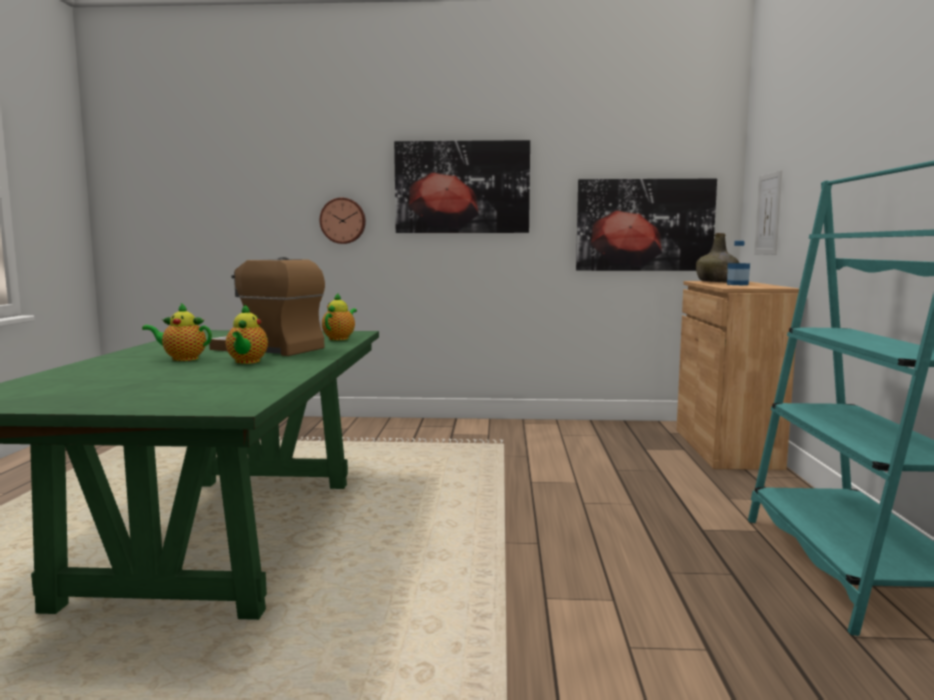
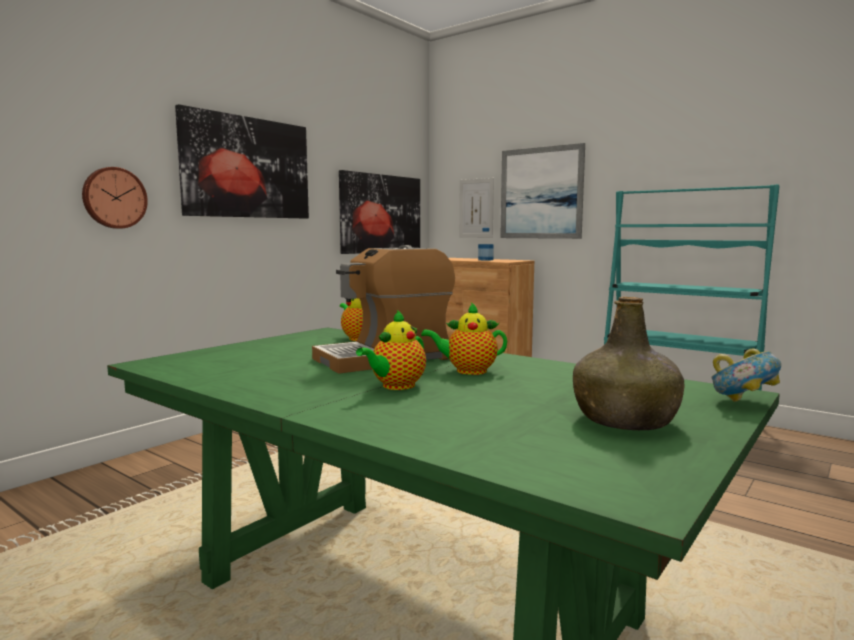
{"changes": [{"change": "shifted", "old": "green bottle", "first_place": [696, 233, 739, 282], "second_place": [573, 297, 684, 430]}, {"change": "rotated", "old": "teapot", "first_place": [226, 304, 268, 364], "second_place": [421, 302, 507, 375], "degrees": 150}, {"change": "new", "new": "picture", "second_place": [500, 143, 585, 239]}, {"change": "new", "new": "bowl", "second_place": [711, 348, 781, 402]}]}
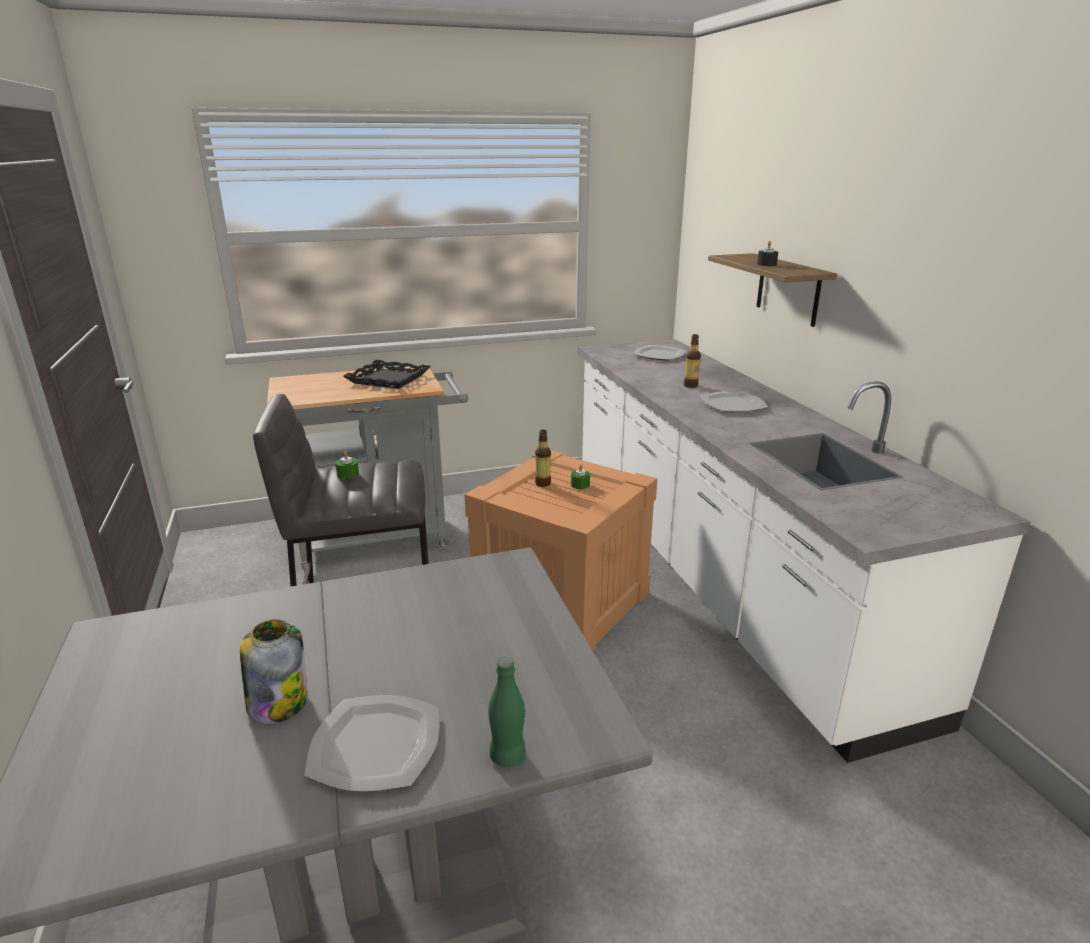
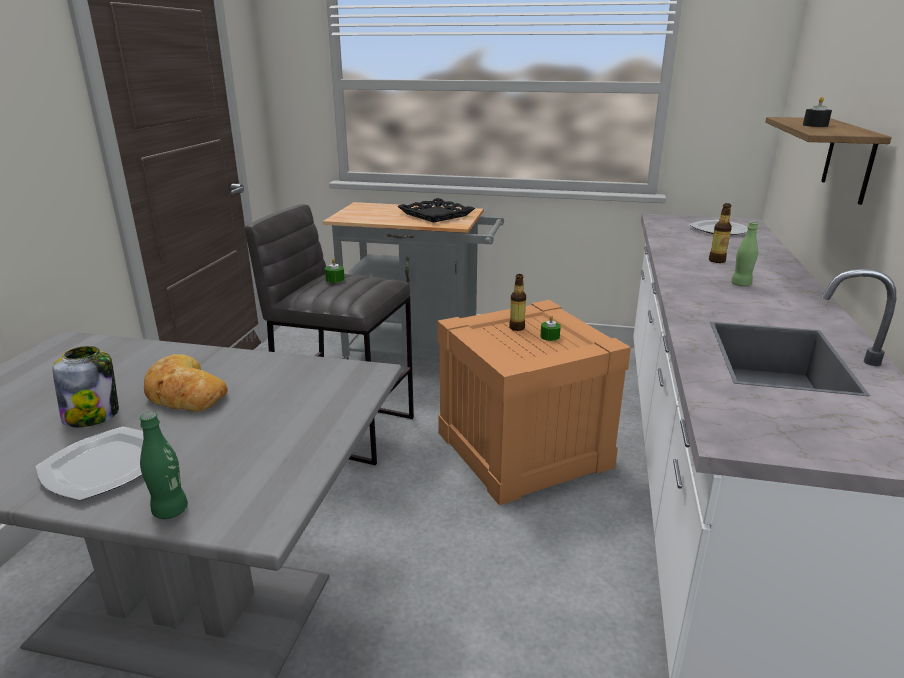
{"changes": [{"change": "swapped", "old": "plate", "new": "green bottle", "first_place": [700, 391, 768, 412], "second_place": [731, 221, 759, 287]}, {"change": "new", "new": "bread", "second_place": [144, 354, 228, 412]}]}
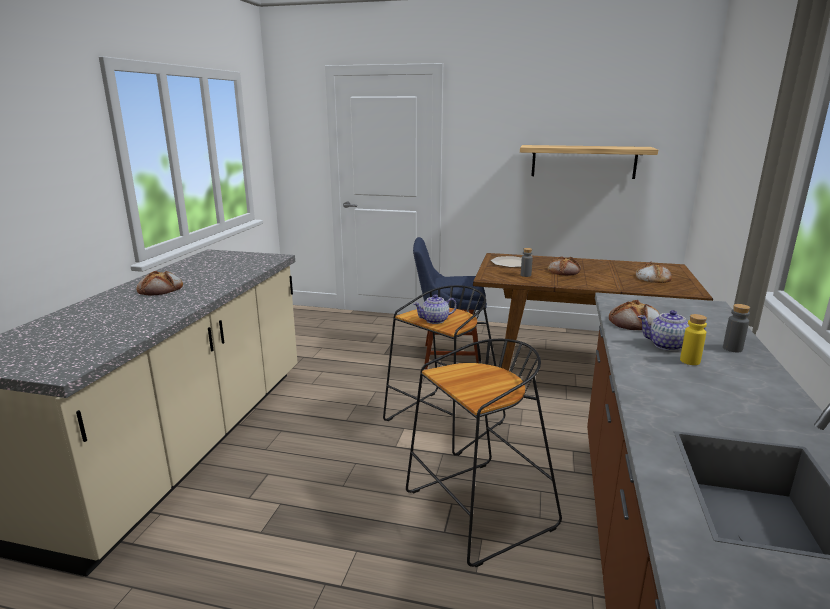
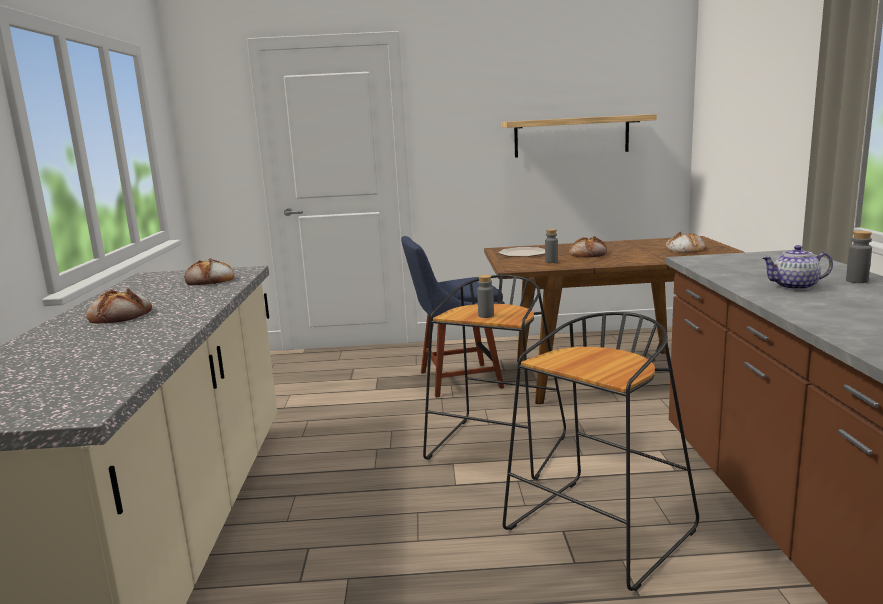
{"changes": [{"change": "swapped", "old": "teapot", "new": "grey bottle", "first_place": [414, 294, 457, 324], "second_place": [477, 275, 494, 318]}, {"change": "shifted", "old": "bread", "first_place": [609, 300, 660, 330], "second_place": [184, 258, 235, 285]}, {"change": "gone", "old": "yellow bottle", "first_place": [680, 314, 707, 365]}]}
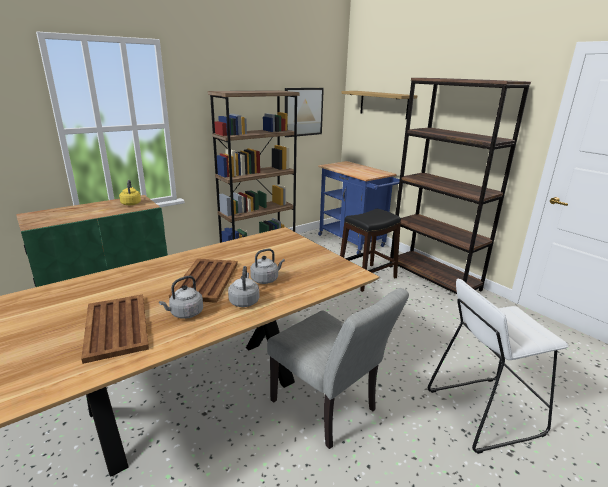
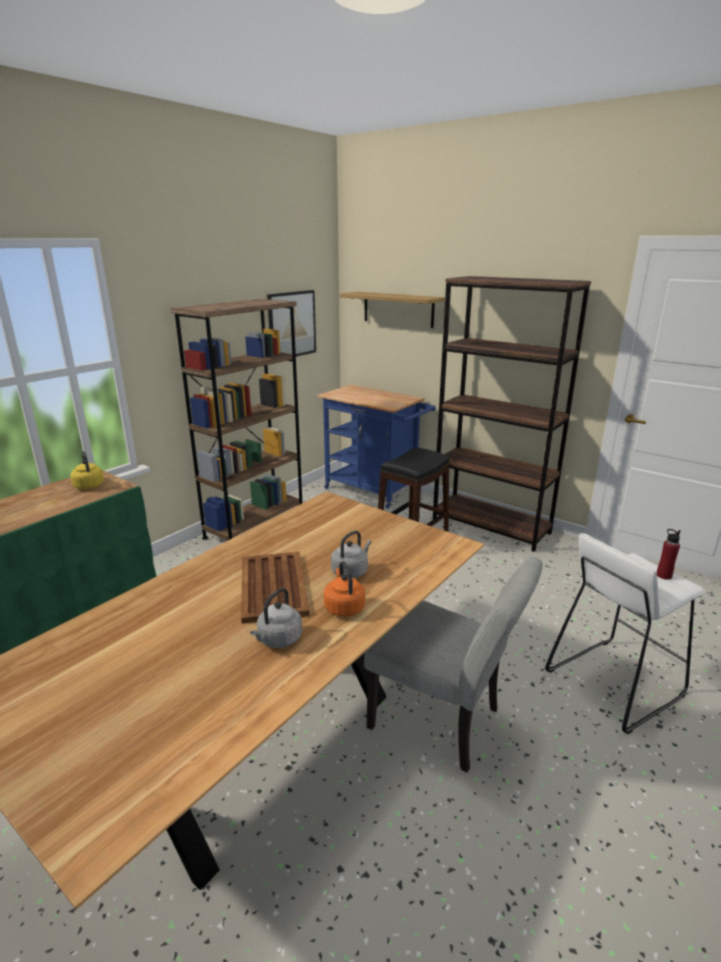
{"changes": [{"change": "repainted", "old": "grey kettle", "new": "orange kettle", "first_place": [228, 266, 259, 307], "second_place": [324, 561, 365, 617]}, {"change": "gone", "old": "brown tray", "first_place": [81, 295, 149, 364]}, {"change": "new", "new": "red bottle", "second_place": [656, 529, 681, 580]}]}
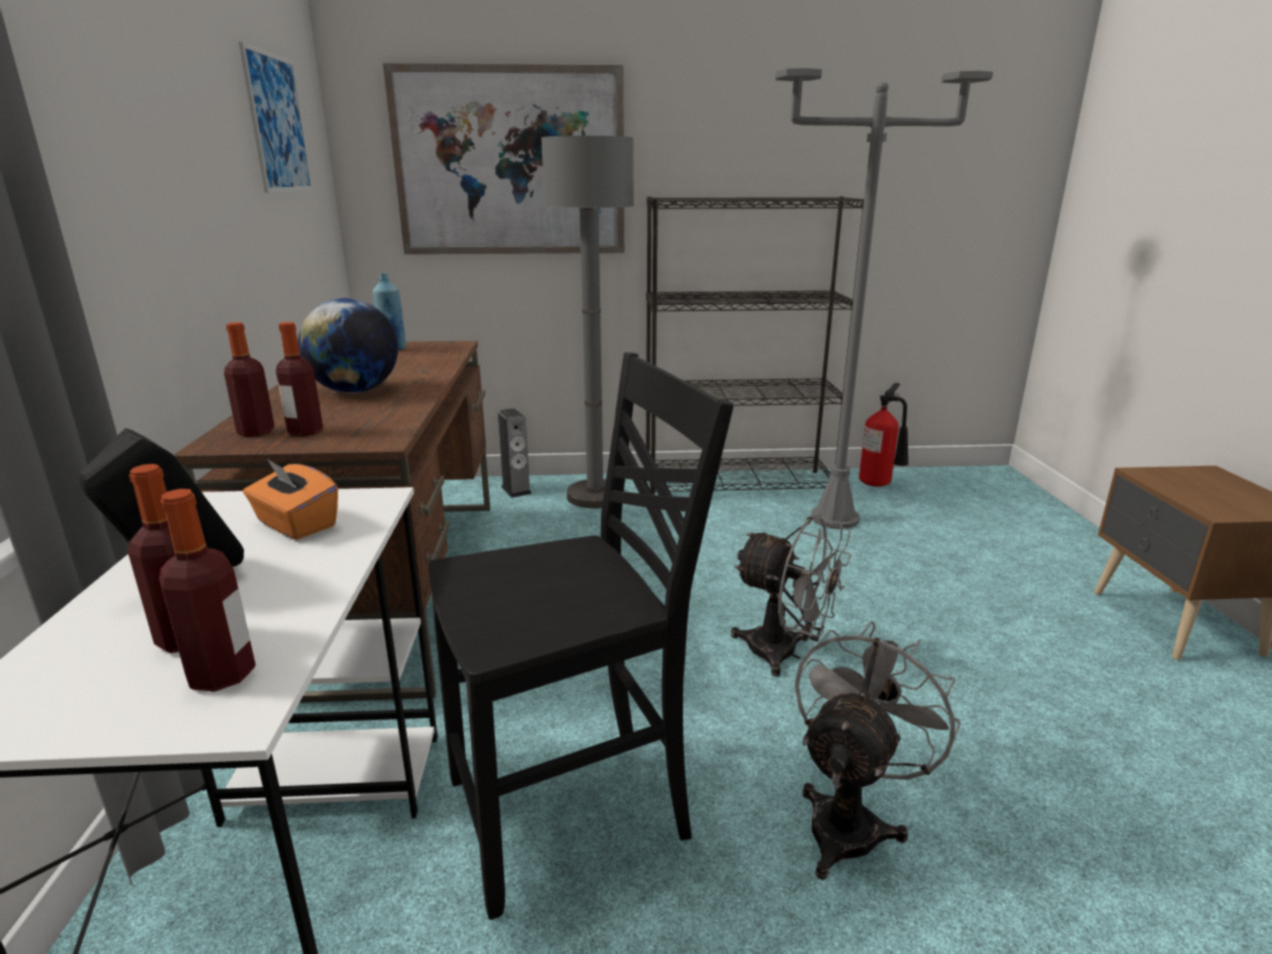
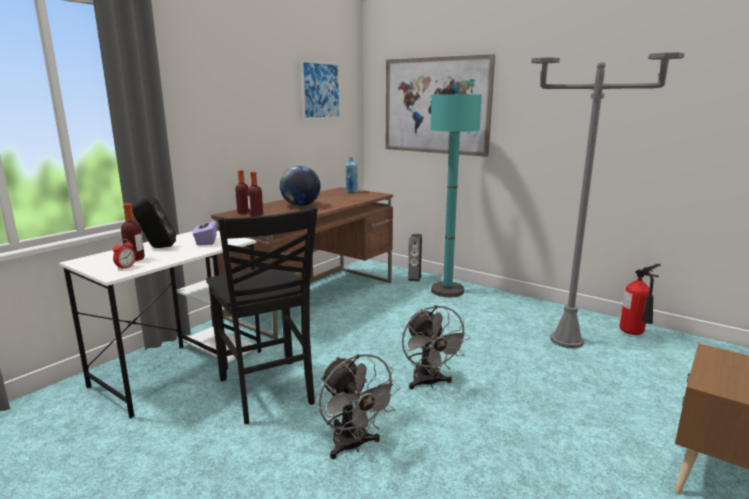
{"changes": [{"change": "repainted", "old": "grey floor lamp", "new": "turquoise floor lamp", "first_place": [541, 136, 634, 508], "second_place": [430, 94, 482, 297]}, {"change": "gone", "old": "black bookcase", "first_place": [646, 196, 864, 495]}, {"change": "rotated", "old": "black chair", "first_place": [429, 352, 733, 920], "second_place": [206, 207, 317, 424], "degrees": 45}, {"change": "repainted", "old": "orange tissue box", "new": "purple tissue box", "first_place": [243, 458, 338, 540], "second_place": [193, 216, 217, 245]}, {"change": "swapped", "old": "bottle", "new": "alarm clock", "first_place": [159, 489, 256, 692], "second_place": [113, 239, 136, 270]}, {"change": "rotated", "old": "grey fan", "first_place": [795, 621, 961, 880], "second_place": [319, 354, 401, 459], "degrees": 75}]}
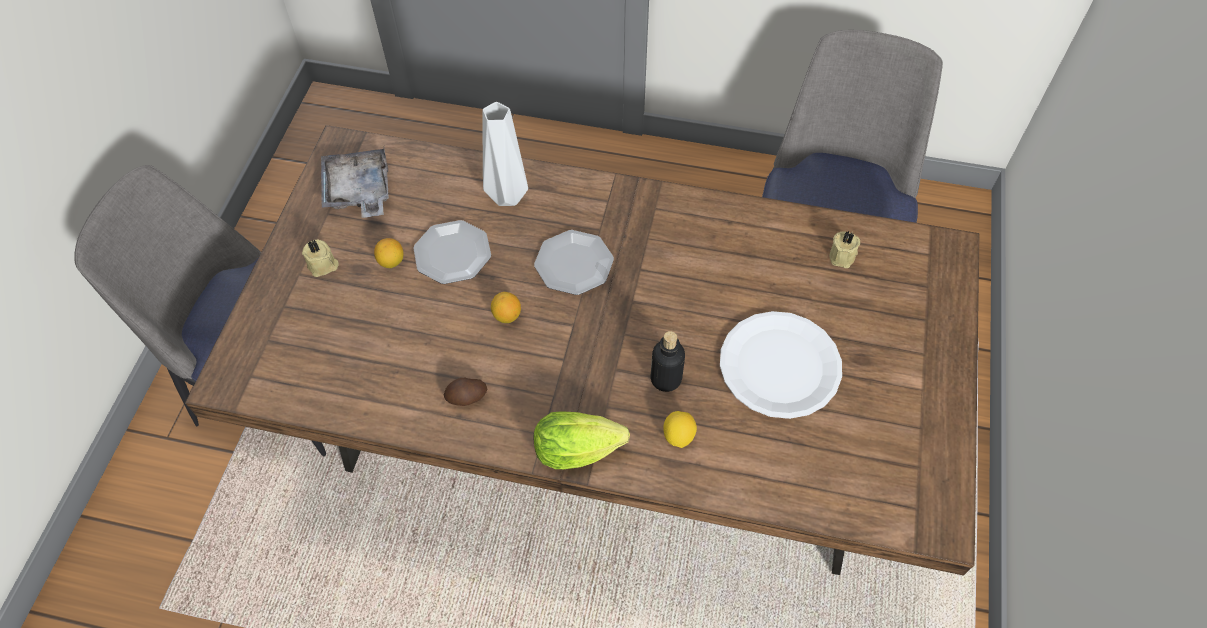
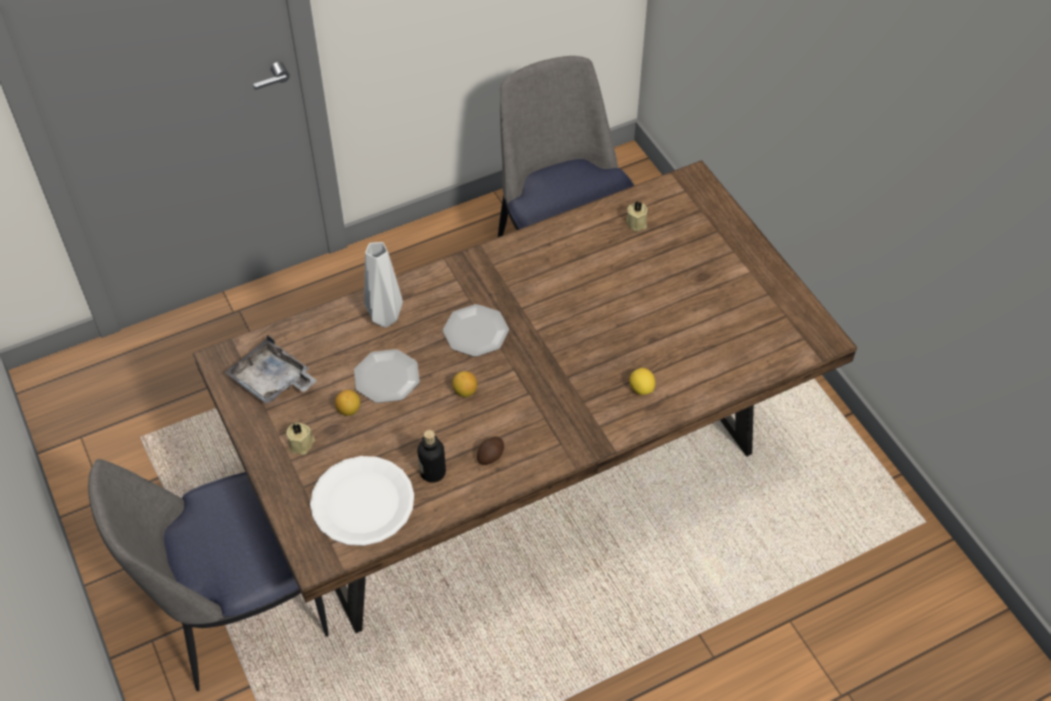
{"changes": [{"change": "shifted", "old": "white plate", "first_place": [720, 311, 842, 419], "second_place": [310, 456, 414, 546]}, {"change": "shifted", "old": "bottle", "first_place": [650, 331, 685, 392], "second_place": [417, 430, 446, 482]}, {"change": "gone", "old": "lettuce", "first_place": [534, 411, 630, 469]}]}
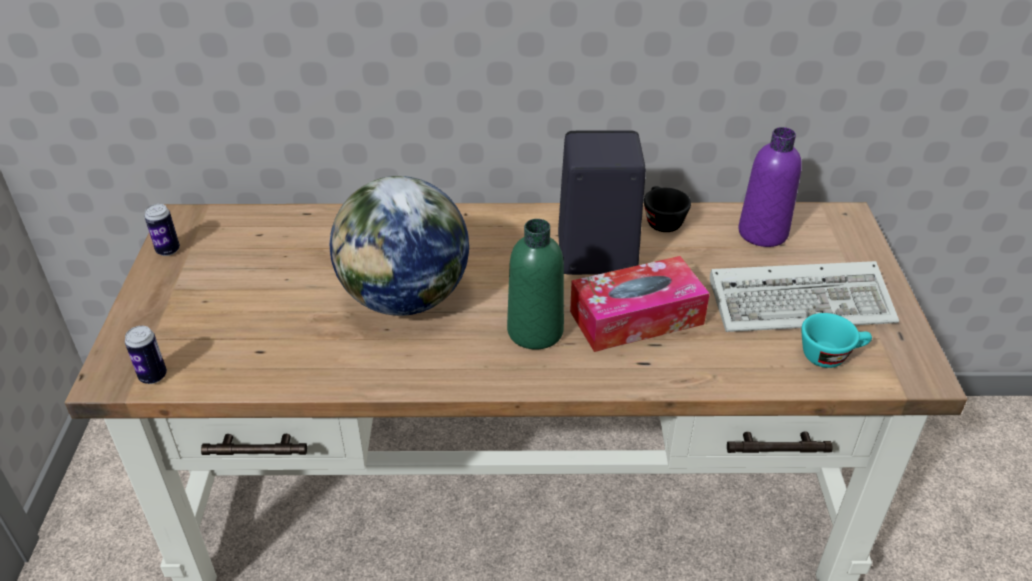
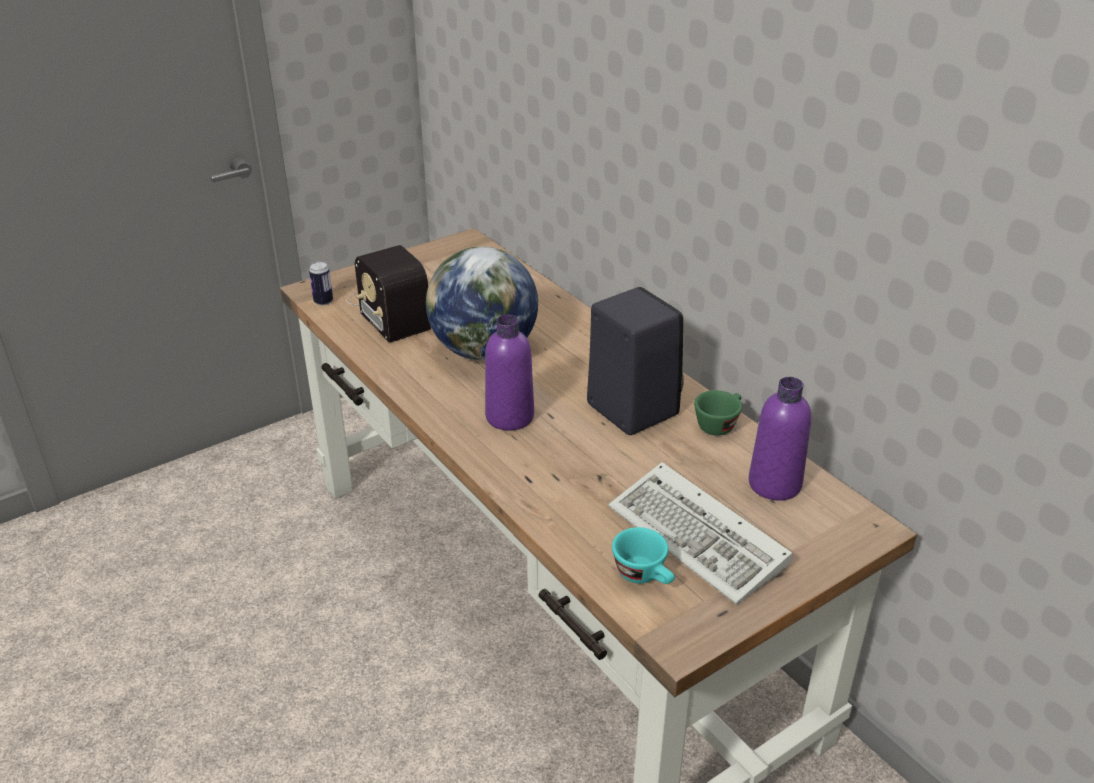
{"changes": [{"change": "repainted", "old": "black cup", "new": "green cup", "first_place": [644, 186, 691, 232], "second_place": [694, 390, 742, 436]}, {"change": "gone", "old": "can", "first_place": [144, 204, 180, 256]}, {"change": "repainted", "old": "green bottle", "new": "purple bottle", "first_place": [507, 219, 564, 350], "second_place": [485, 315, 534, 430]}, {"change": "gone", "old": "tissue box", "first_place": [570, 256, 710, 352]}, {"change": "new", "new": "radio", "second_place": [346, 245, 431, 343]}]}
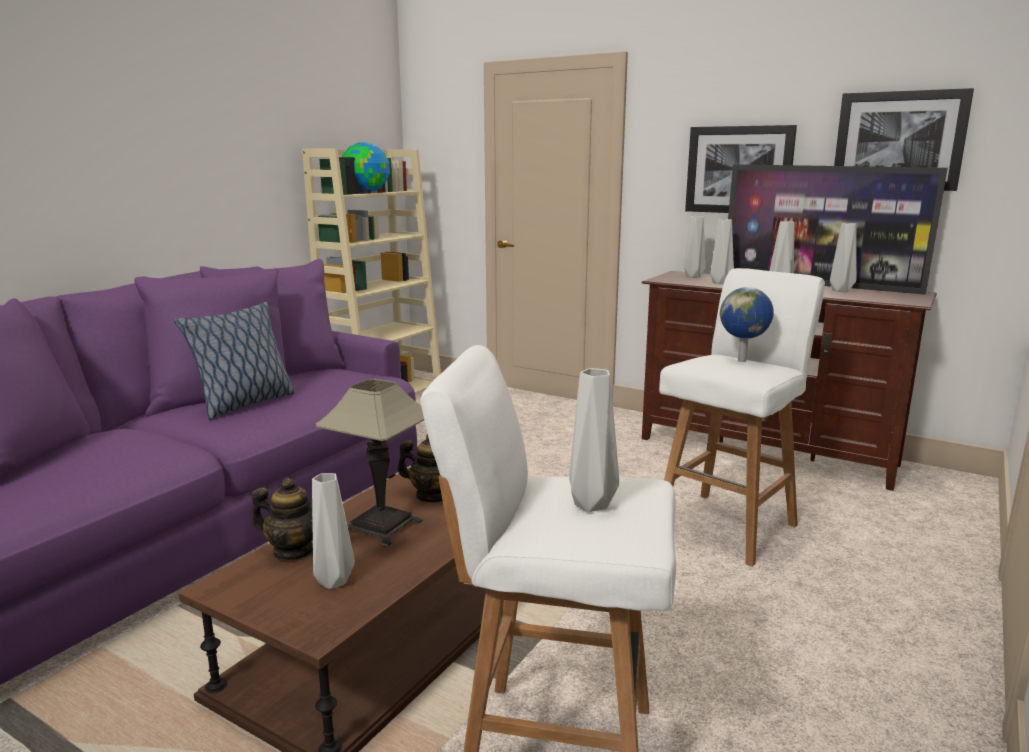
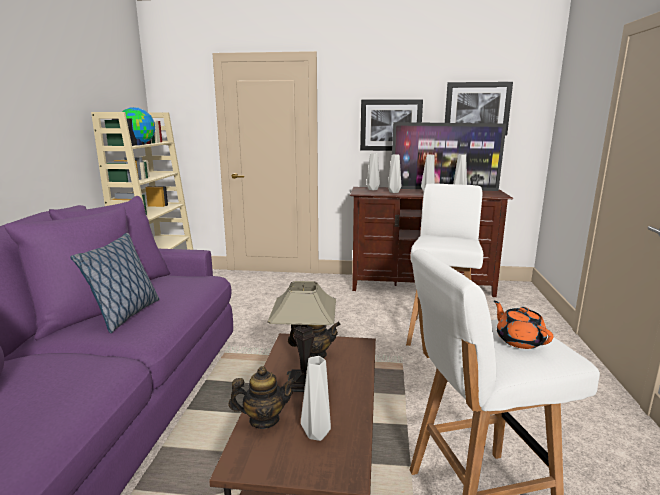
{"changes": [{"change": "gone", "old": "globe", "first_place": [720, 287, 774, 362]}, {"change": "swapped", "old": "grey vase", "new": "orange teapot", "first_place": [569, 368, 619, 512], "second_place": [494, 301, 553, 349]}]}
